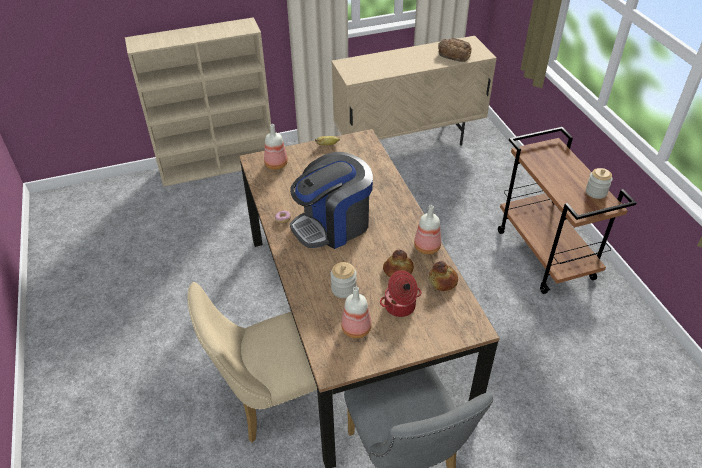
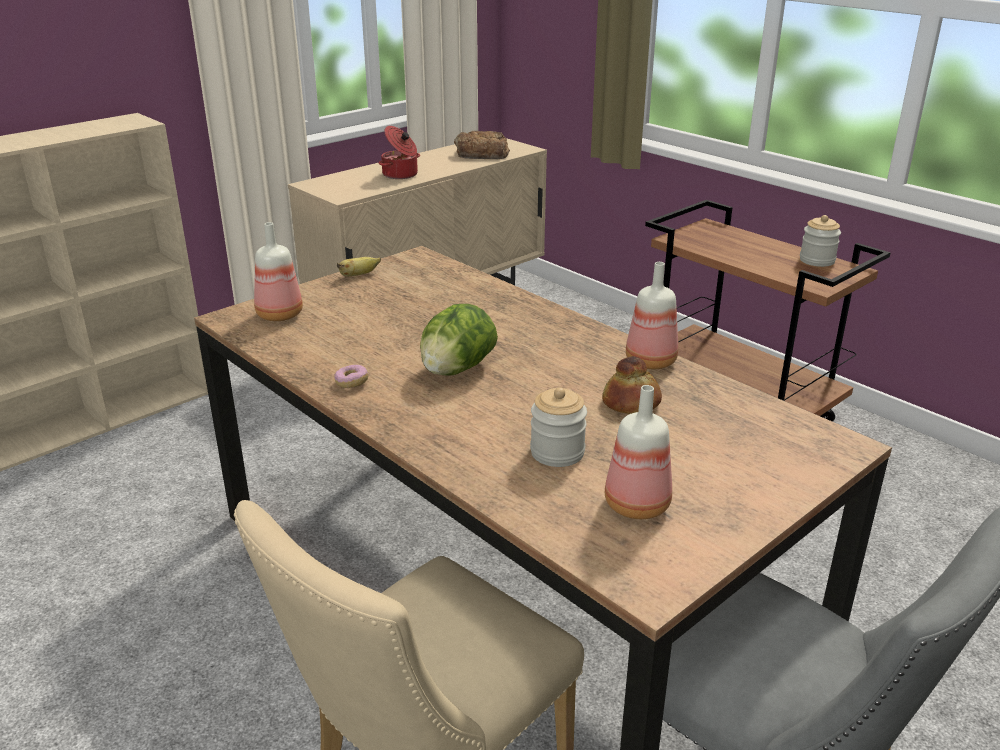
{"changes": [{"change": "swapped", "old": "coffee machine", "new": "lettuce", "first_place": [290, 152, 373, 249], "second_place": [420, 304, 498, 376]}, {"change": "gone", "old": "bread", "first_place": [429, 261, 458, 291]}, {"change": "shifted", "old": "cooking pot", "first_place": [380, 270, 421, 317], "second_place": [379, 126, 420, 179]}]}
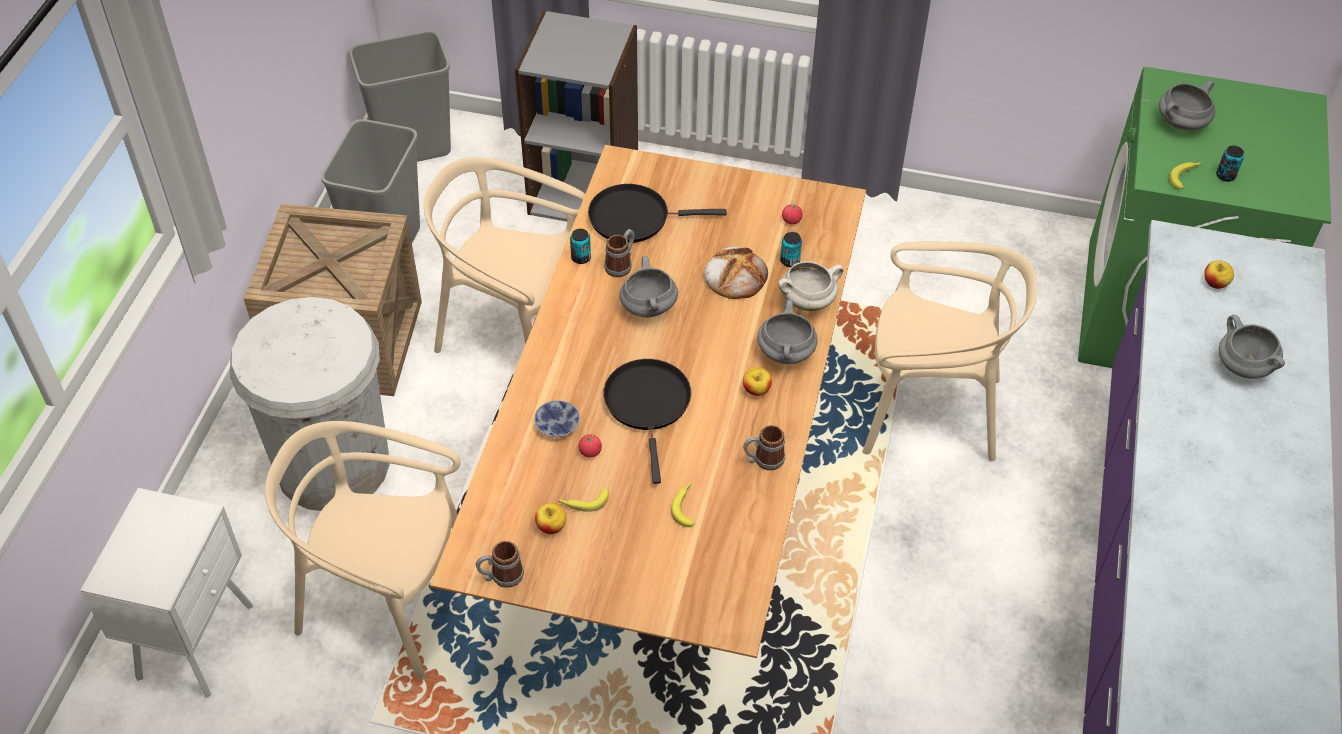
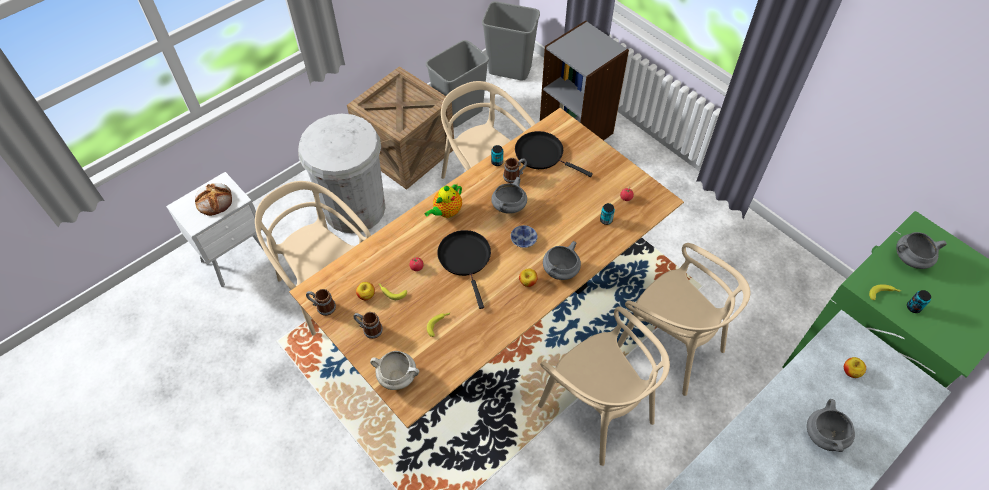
{"changes": [{"change": "shifted", "old": "bread", "first_place": [704, 246, 768, 299], "second_place": [195, 183, 232, 216]}, {"change": "shifted", "old": "white cooking pot", "first_place": [778, 261, 844, 311], "second_place": [370, 351, 419, 390]}, {"change": "rotated", "old": "black frying pan", "first_place": [603, 359, 691, 484], "second_place": [437, 230, 491, 309], "degrees": -45}, {"change": "shifted", "old": "bowl", "first_place": [534, 400, 580, 437], "second_place": [511, 225, 538, 248]}, {"change": "shifted", "old": "mug", "first_place": [743, 425, 785, 470], "second_place": [353, 312, 383, 339]}, {"change": "new", "new": "teapot", "second_place": [425, 184, 462, 218]}, {"change": "new", "new": "beige chair", "second_place": [538, 306, 670, 466]}]}
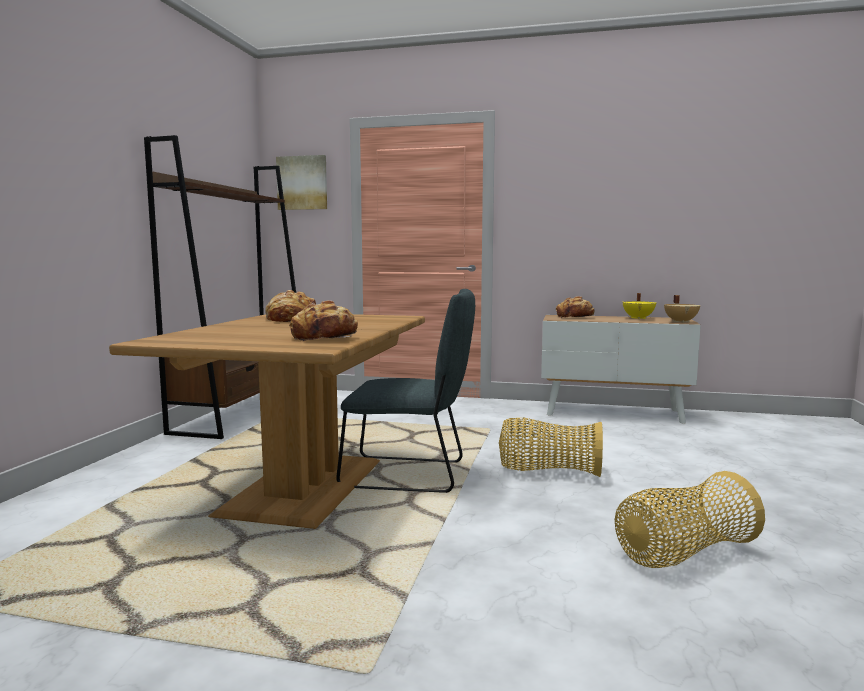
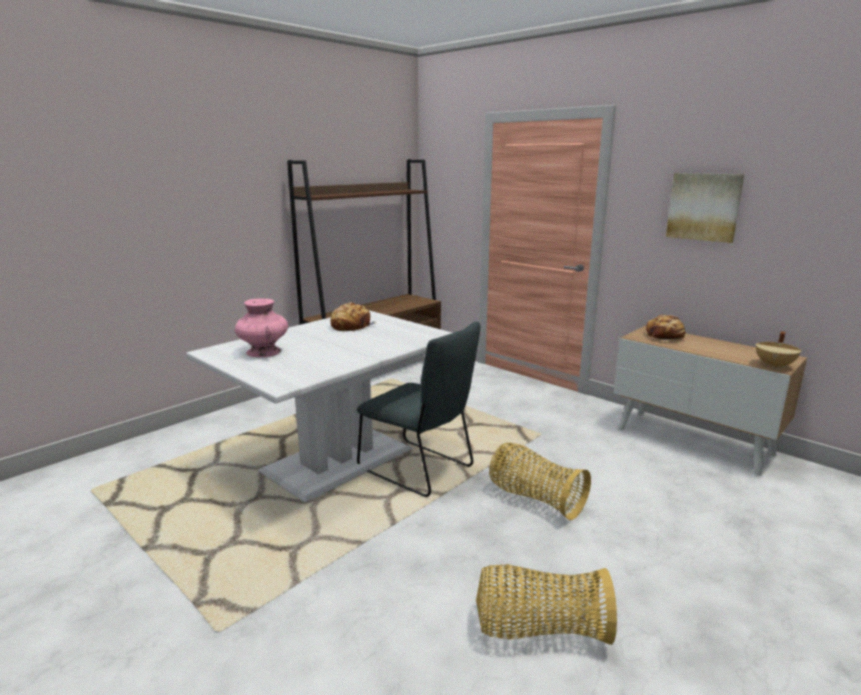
{"changes": [{"change": "shifted", "old": "picture", "first_place": [276, 155, 327, 210], "second_place": [666, 173, 744, 243]}, {"change": "gone", "old": "yellow cooking pot", "first_place": [623, 293, 656, 319]}, {"change": "gone", "old": "bread", "first_place": [289, 300, 358, 342]}, {"change": "repainted", "old": "brown dining table", "new": "white dining table", "first_place": [109, 314, 425, 529], "second_place": [186, 310, 452, 503]}, {"change": "new", "new": "pink vase", "second_place": [235, 299, 288, 357]}]}
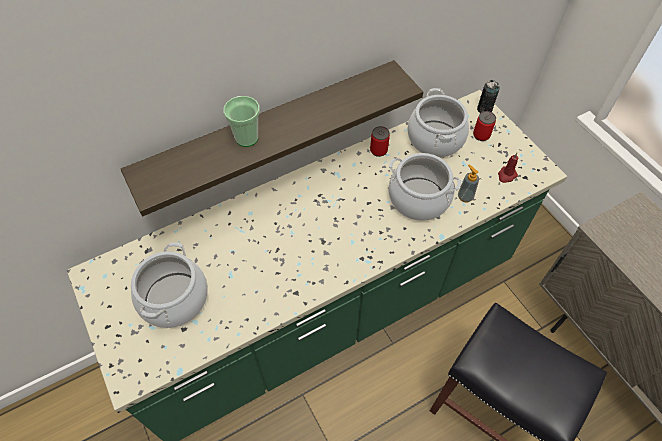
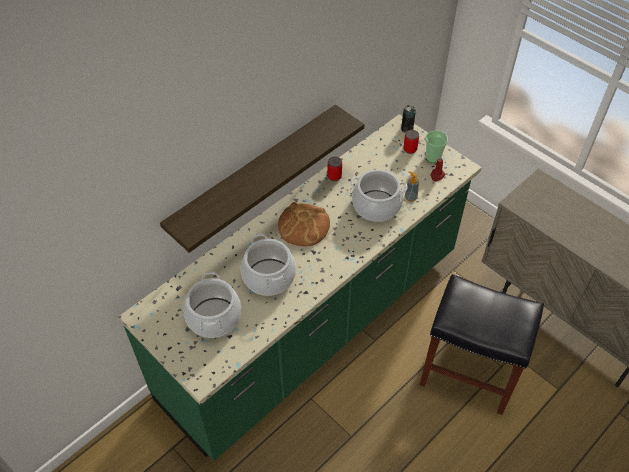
{"changes": [{"change": "shifted", "old": "cooking pot", "first_place": [407, 88, 469, 157], "second_place": [241, 233, 296, 296]}, {"change": "shifted", "old": "cup", "first_place": [223, 96, 260, 147], "second_place": [425, 131, 448, 163]}, {"change": "new", "new": "bread", "second_place": [278, 202, 330, 247]}]}
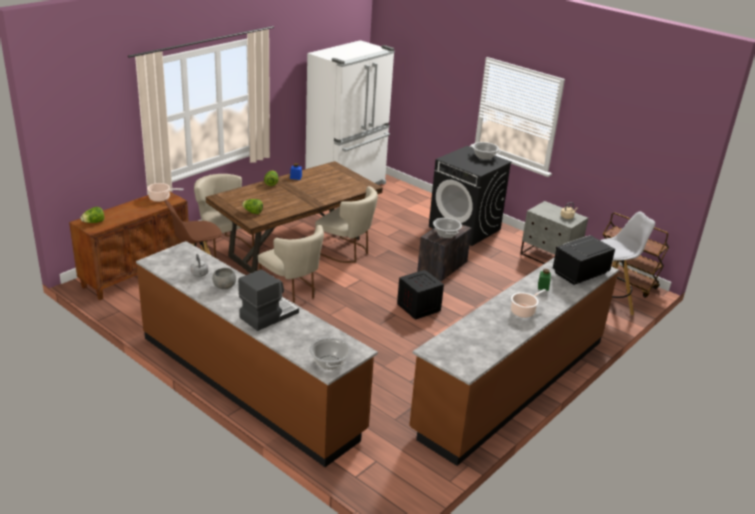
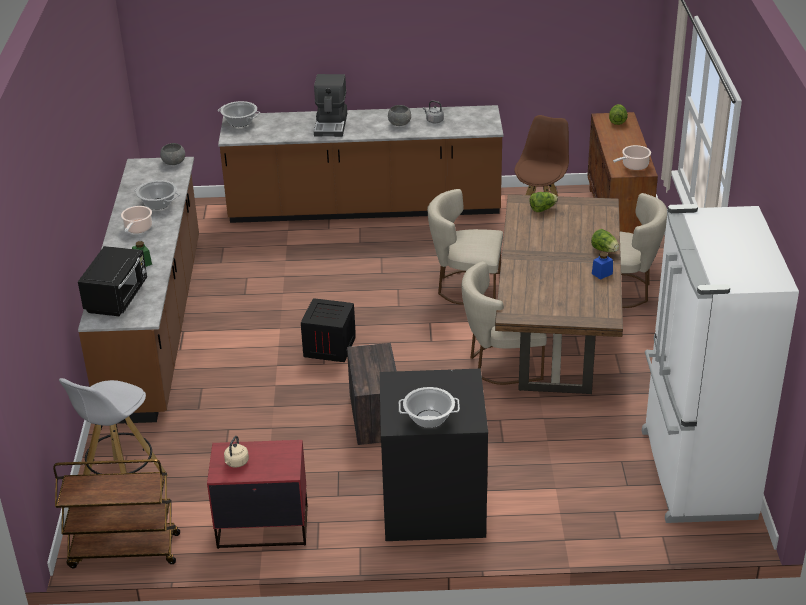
{"changes": [{"change": "repainted", "old": "grey nightstand", "new": "red nightstand", "first_place": [520, 201, 588, 264], "second_place": [207, 440, 308, 549]}, {"change": "shifted", "old": "cooking pot", "first_place": [433, 218, 462, 238], "second_place": [134, 180, 180, 210]}, {"change": "new", "new": "grey bowl", "second_place": [160, 143, 185, 165]}]}
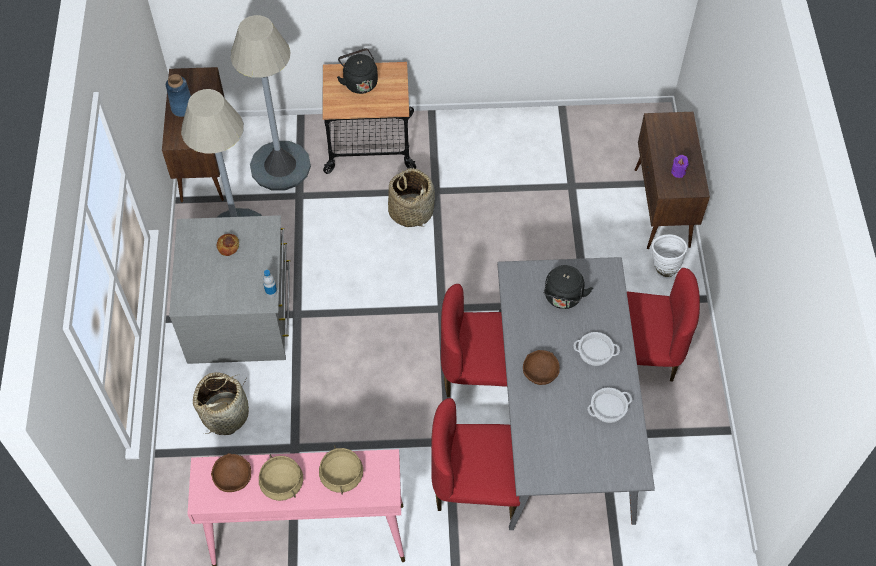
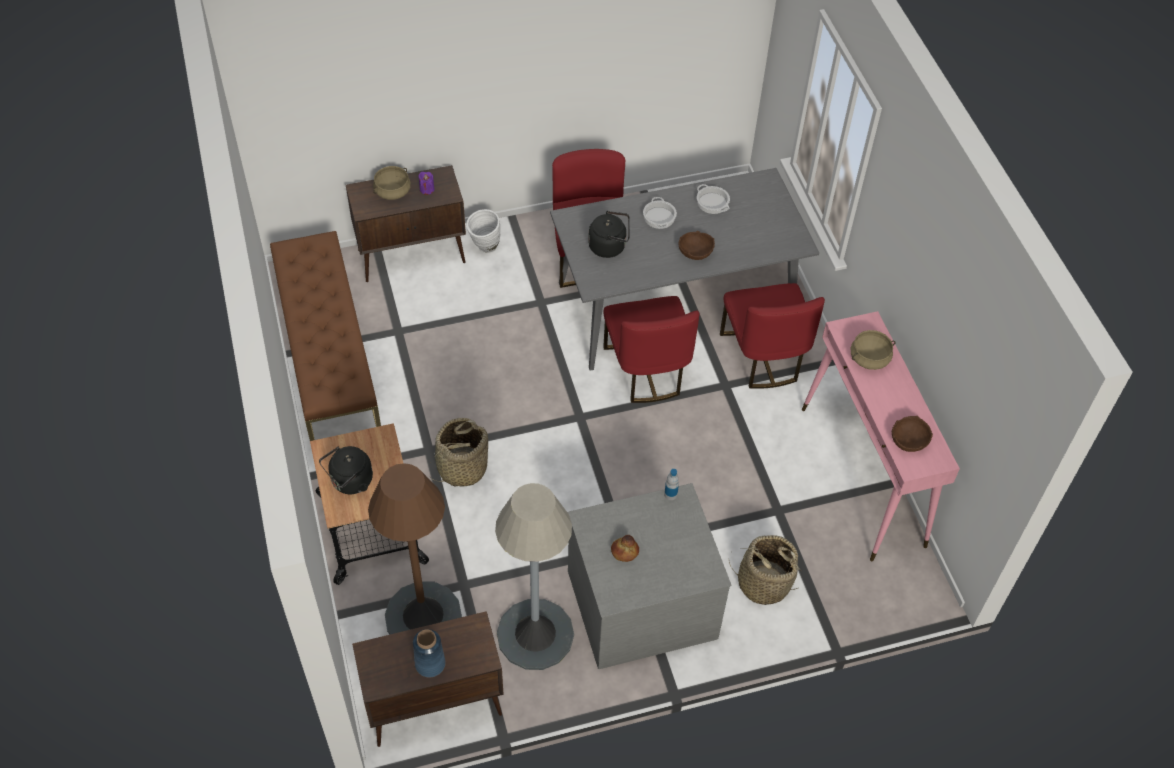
{"changes": [{"change": "repainted", "old": "grey floor lamp", "new": "brown floor lamp", "first_place": [230, 15, 311, 190], "second_place": [368, 463, 462, 634]}, {"change": "shifted", "old": "beige cooking pot", "first_place": [259, 455, 303, 501], "second_place": [373, 166, 411, 200]}, {"change": "new", "new": "brown bench", "second_place": [270, 231, 381, 441]}]}
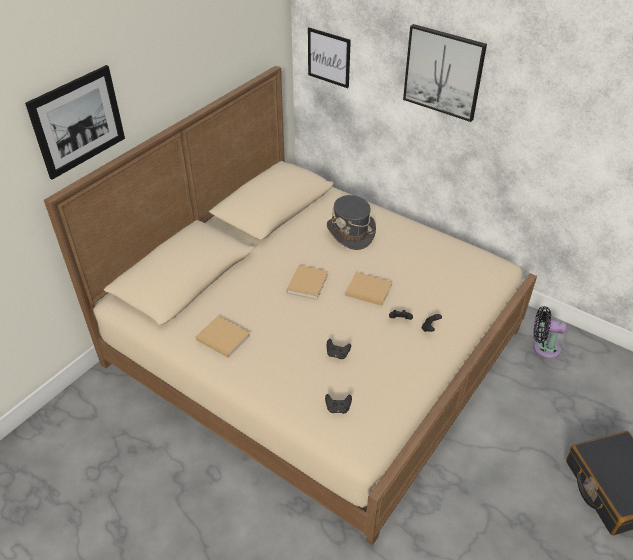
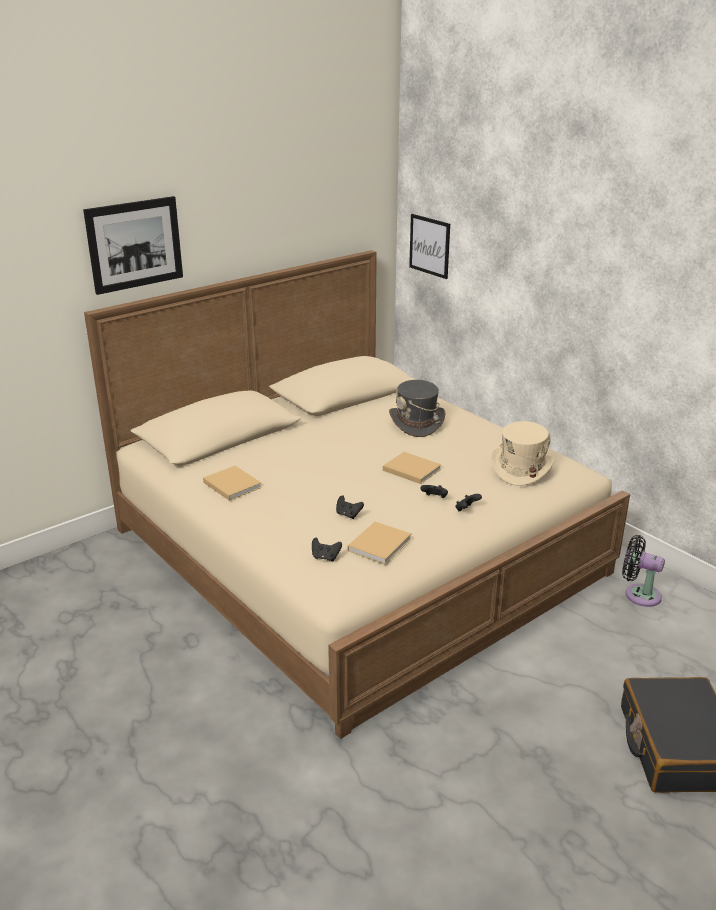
{"changes": [{"change": "gone", "old": "picture", "first_place": [403, 24, 487, 122]}, {"change": "shifted", "old": "beige book", "first_place": [287, 265, 328, 300], "second_place": [348, 522, 412, 564]}, {"change": "new", "new": "beige hat", "second_place": [491, 421, 554, 486]}]}
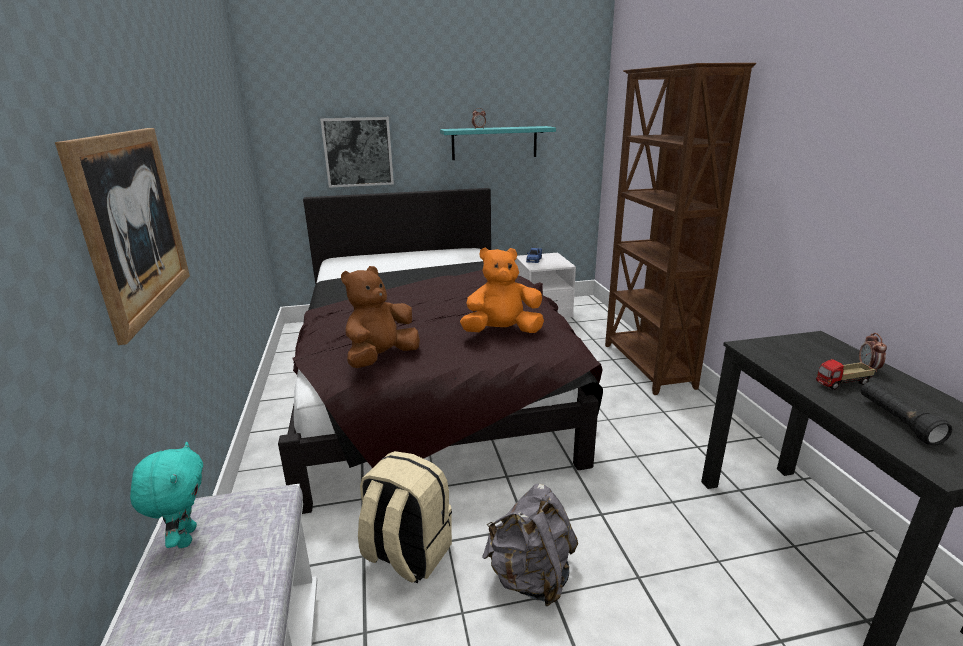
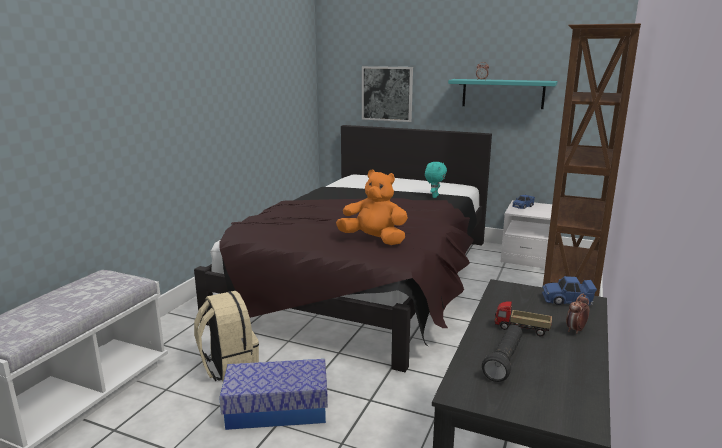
{"changes": [{"change": "gone", "old": "picture", "first_place": [55, 128, 190, 345]}, {"change": "gone", "old": "brown plush toy", "first_place": [341, 266, 420, 368]}, {"change": "shifted", "old": "turquoise plush toy", "first_place": [130, 442, 203, 548], "second_place": [425, 162, 447, 198]}, {"change": "swapped", "old": "grey backpack", "new": "storage box", "first_place": [482, 483, 578, 606], "second_place": [219, 359, 328, 430]}, {"change": "new", "new": "blue toy car", "second_place": [542, 276, 597, 305]}]}
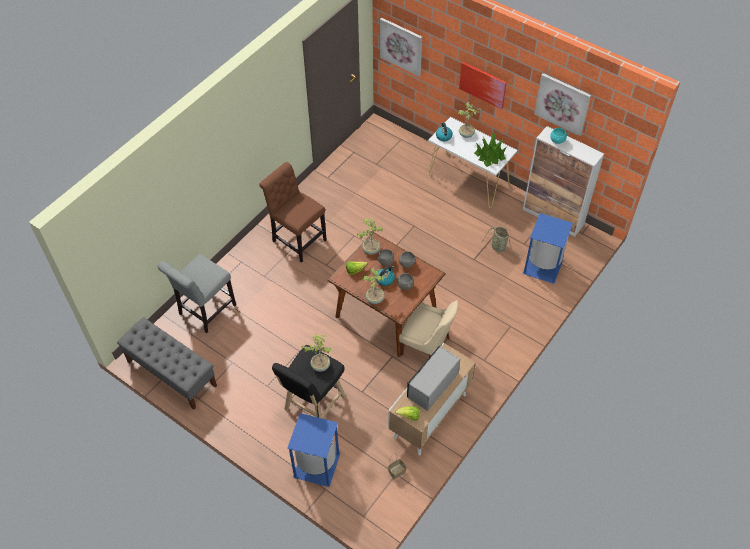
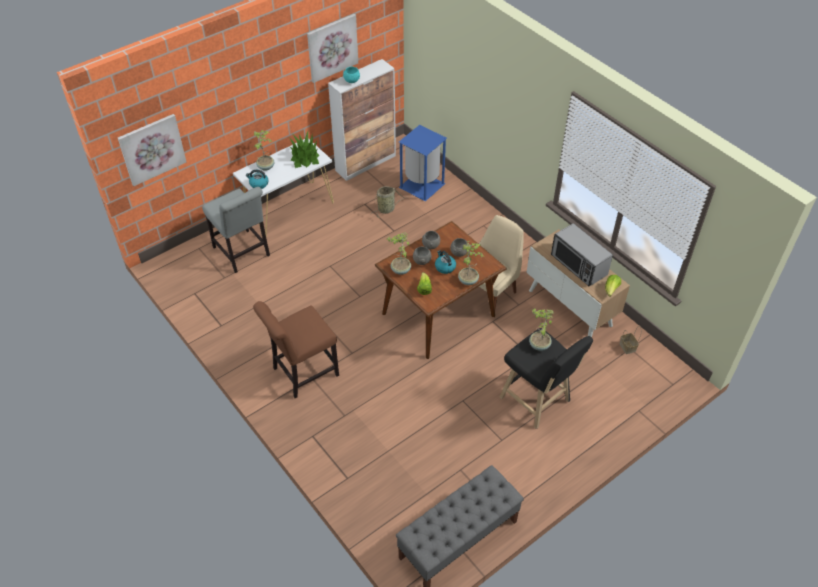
{"changes": [{"change": "gone", "old": "picture", "first_place": [459, 62, 507, 109]}, {"change": "shifted", "old": "grey chair", "first_place": [157, 254, 236, 333], "second_place": [202, 187, 270, 273]}, {"change": "gone", "old": "blue trash can", "first_place": [287, 413, 340, 487]}]}
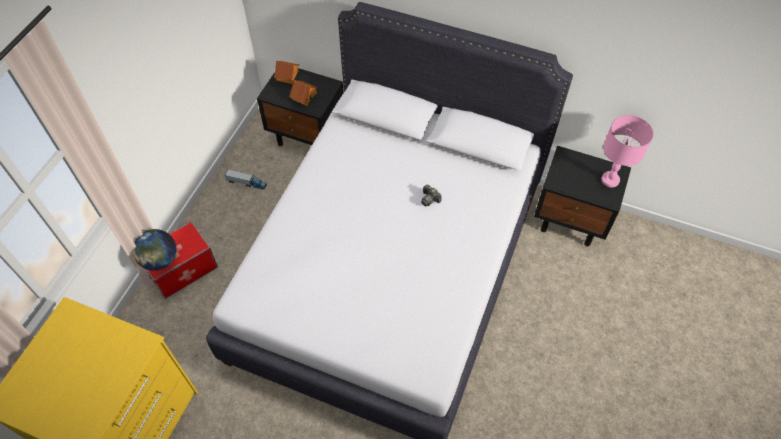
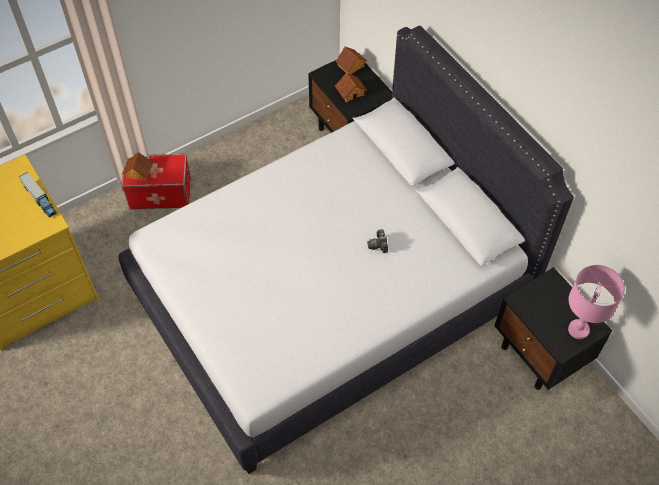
{"changes": [{"change": "shifted", "old": "toy truck", "first_place": [225, 169, 267, 190], "second_place": [19, 172, 57, 218]}, {"change": "swapped", "old": "globe", "new": "toy house", "first_place": [133, 229, 176, 271], "second_place": [122, 152, 153, 181]}]}
